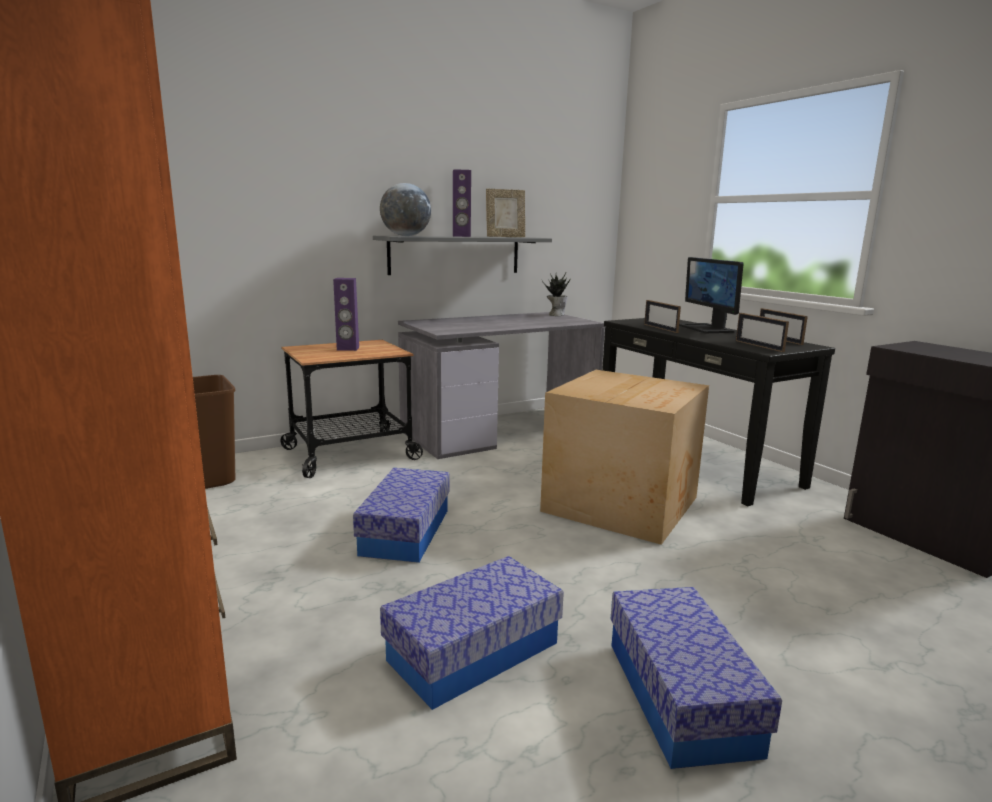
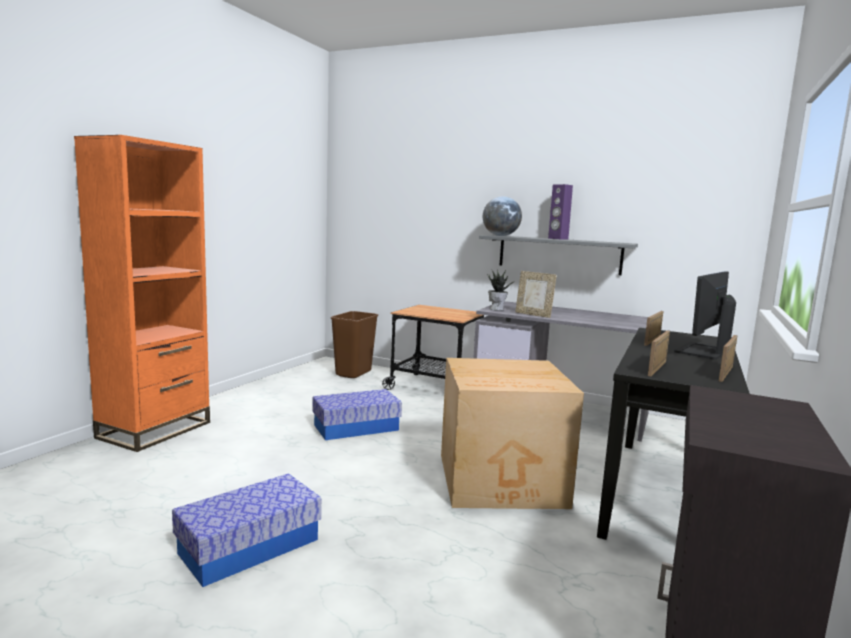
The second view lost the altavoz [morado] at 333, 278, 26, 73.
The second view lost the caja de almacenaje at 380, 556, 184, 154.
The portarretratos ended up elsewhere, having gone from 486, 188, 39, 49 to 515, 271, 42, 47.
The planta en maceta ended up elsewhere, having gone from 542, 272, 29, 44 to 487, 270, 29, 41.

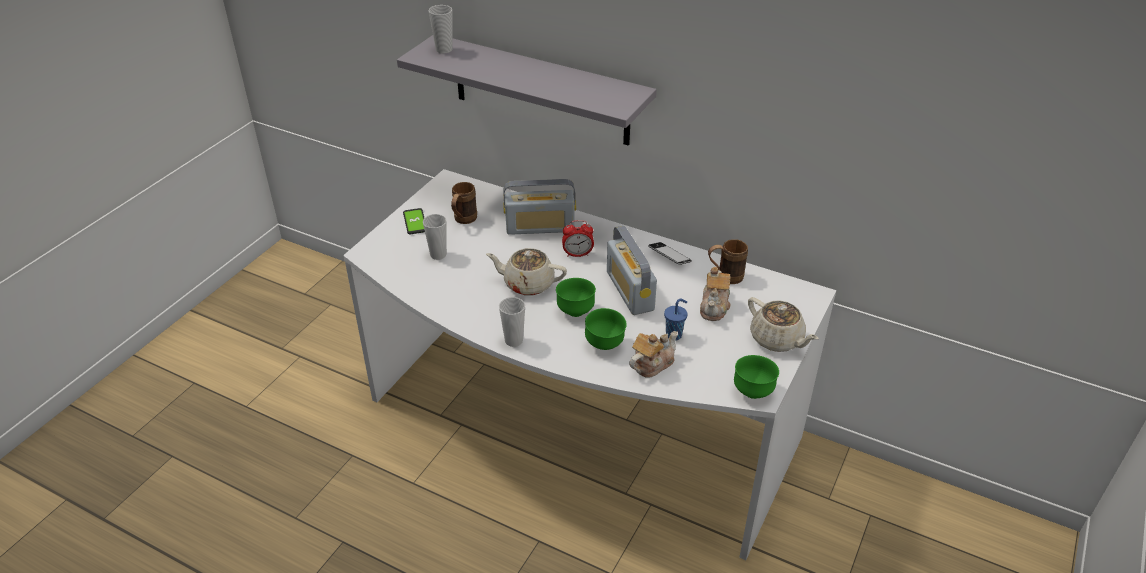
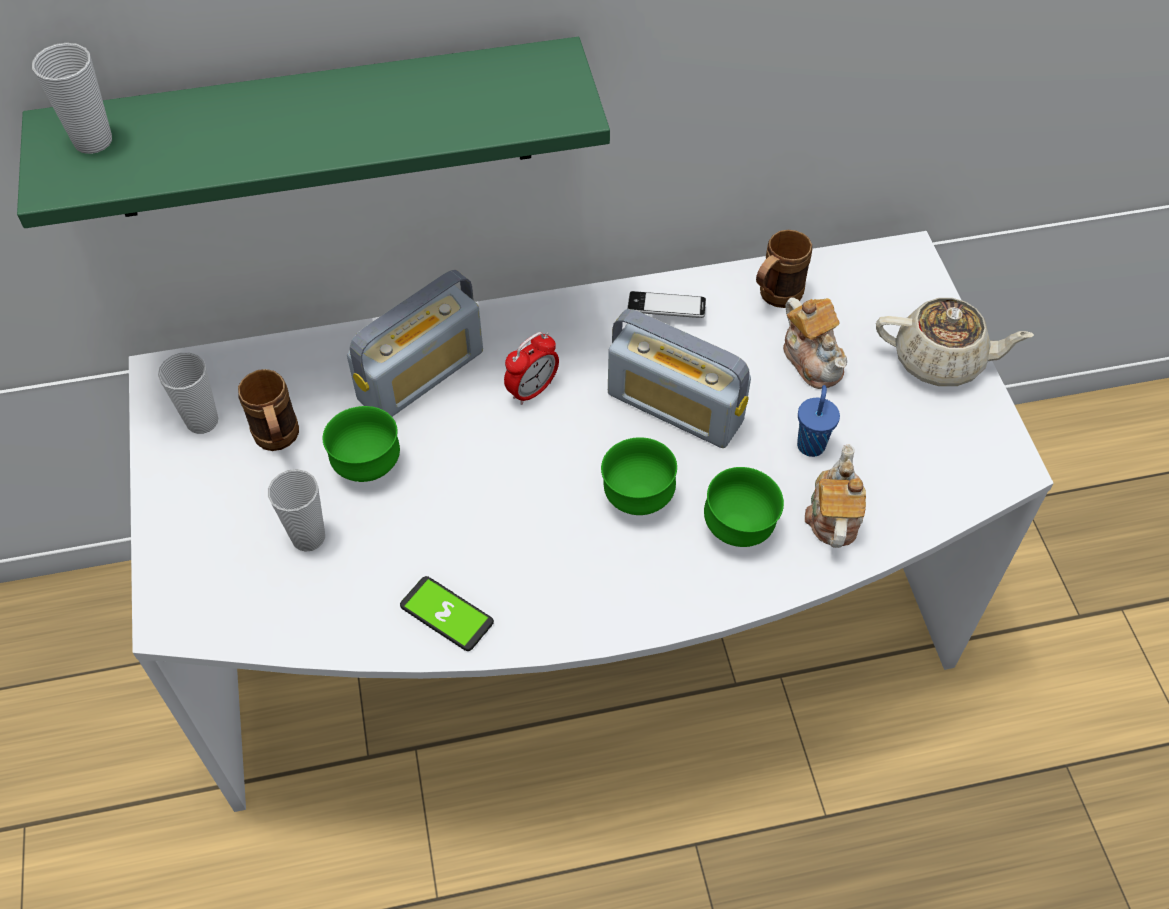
The second view lost the tetera [beis] at 486, 248, 81, 47.
The móvil ended up elsewhere, having gone from 403, 208, 22, 26 to 400, 576, 94, 75.
The taza ended up elsewhere, having gone from 499, 297, 26, 50 to 158, 353, 60, 81.
The cuenco [verde] ended up elsewhere, having gone from 734, 355, 45, 44 to 323, 406, 77, 76.
What was the estante [gris] at 397, 35, 259, 111 turned into the estante [verde] at 17, 37, 593, 191.

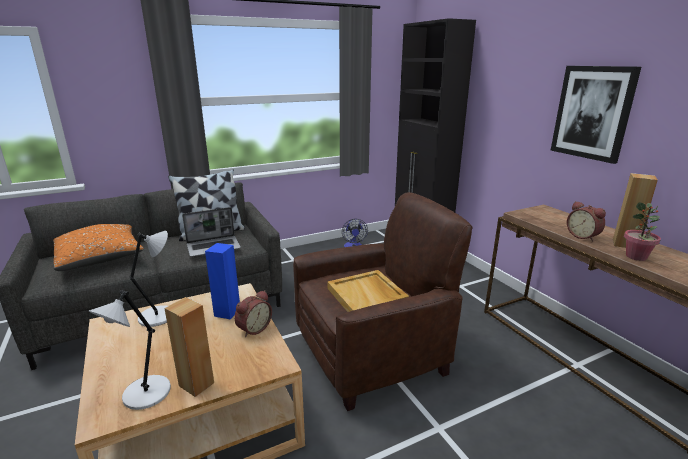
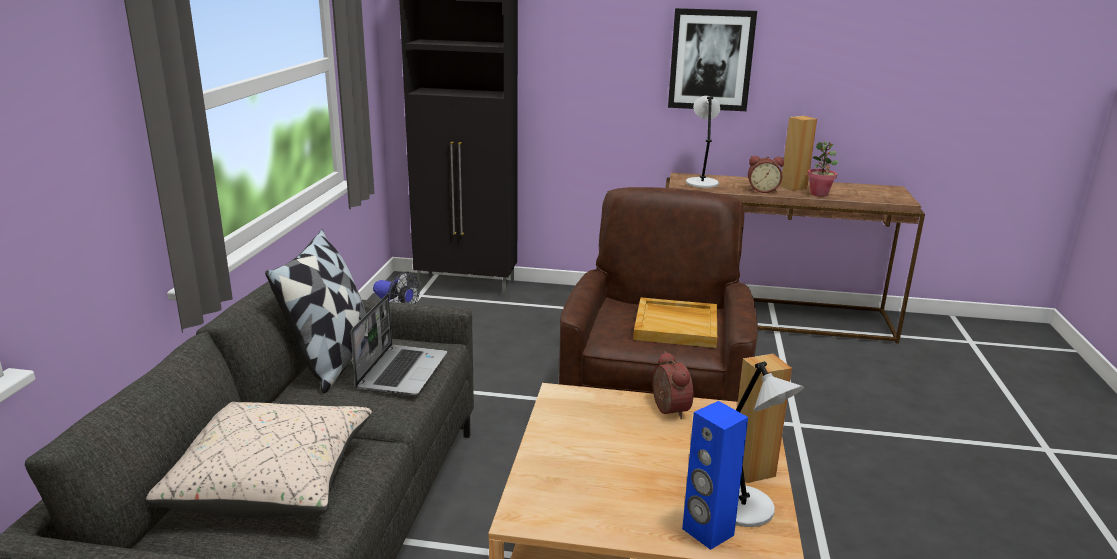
The lámpara de mesa [gris] ended up elsewhere, having gone from 130, 231, 38, 96 to 686, 96, 34, 92.
The altavoz [azul] ended up elsewhere, having gone from 205, 243, 35, 76 to 682, 401, 66, 149.
What was the cojín [naranja] at 53, 224, 91, 47 turned into the cojín [beis] at 146, 402, 226, 116.

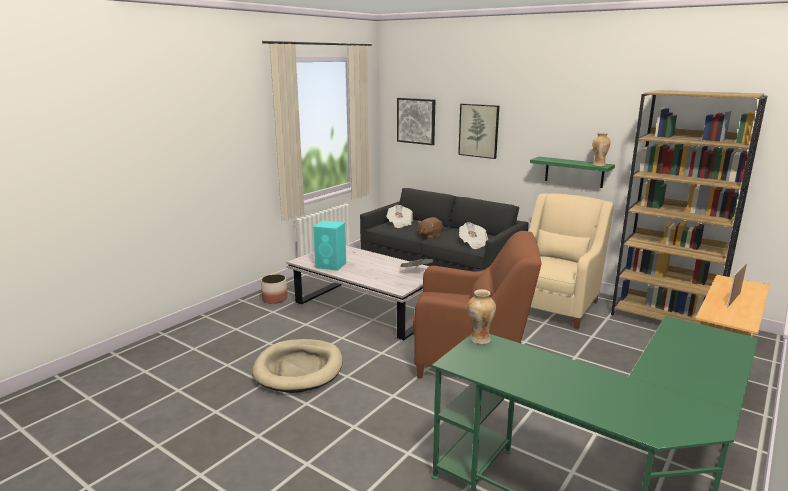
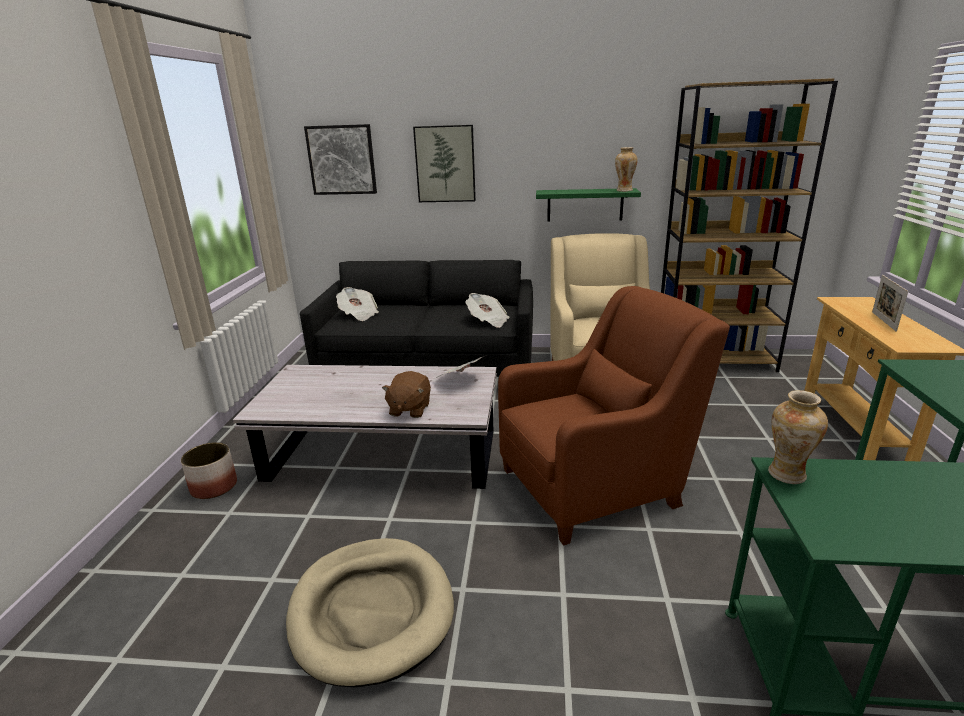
The second view lost the altavoz [turquesa] at 313, 220, 33, 51.
The peluche [marrón] ended up elsewhere, having gone from 417, 217, 26, 22 to 382, 371, 49, 47.

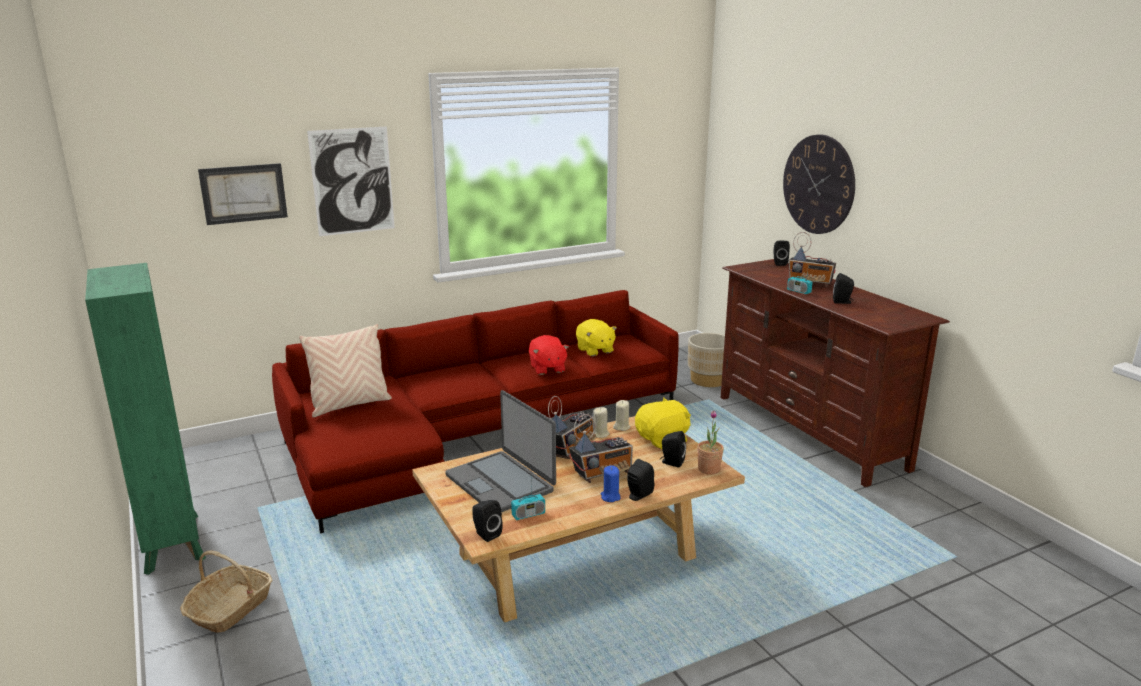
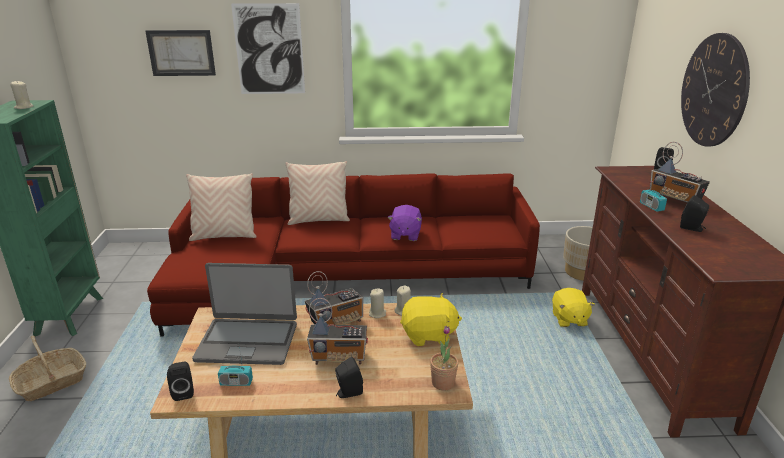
The second view lost the vela [azul] at 601, 465, 19, 37.
The second view lost the altavoz [negro] at 660, 431, 26, 37.
The second view gained the vela [beis] at 10, 80, 24, 29.
The second view gained the cojín [beis] at 285, 161, 65, 64.
The peluche [amarillo] ended up elsewhere, having gone from 576, 319, 41, 37 to 552, 288, 43, 39.
What was the peluche [rojo] at 529, 335, 40, 40 turned into the peluche [morado] at 387, 205, 35, 36.
The portátil at 445, 390, 111, 122 ended up facing another way, 75 degrees counterclockwise from before.

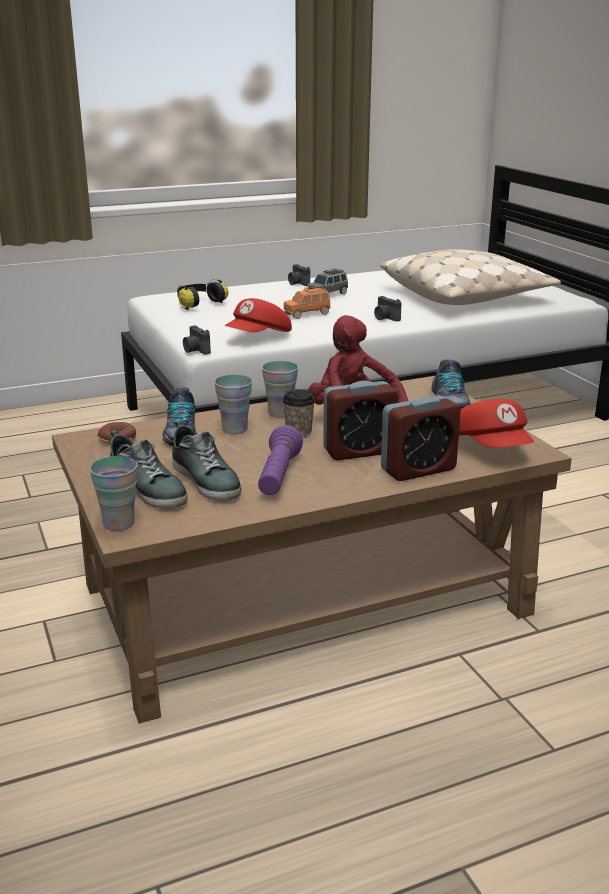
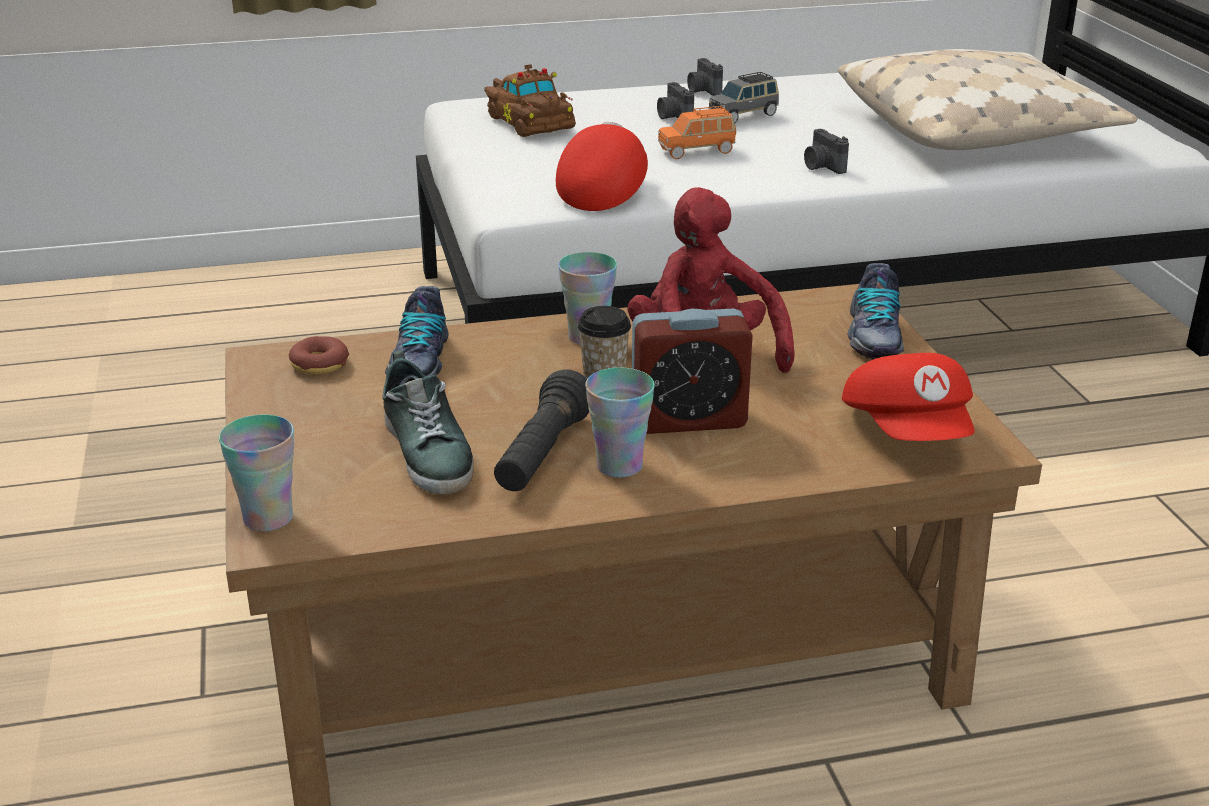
The second view lost the zapato at 110, 430, 78, 79.
The second view lost the despertador at 381, 395, 80, 86.
The cámara ended up elsewhere, having gone from 183, 326, 28, 29 to 657, 82, 37, 37.
The taza ended up elsewhere, having gone from 214, 375, 38, 59 to 585, 368, 70, 110.
Where the auriculares stood at 177, 279, 52, 31, the coche de juguete [marrón] came to stand at 484, 64, 92, 73.
What was the linterna [morado] at 258, 425, 45, 70 turned into the linterna [negro] at 494, 370, 95, 121.
The gorra [rojo] at 225, 298, 67, 34 ended up facing another way, 150 degrees clockwise from before.

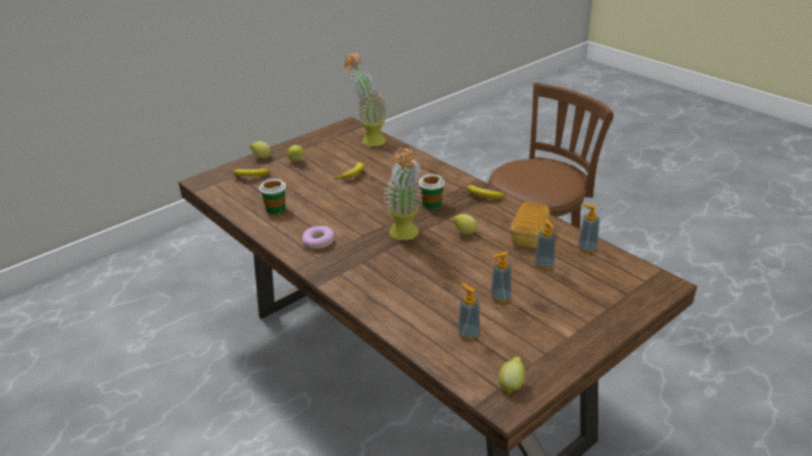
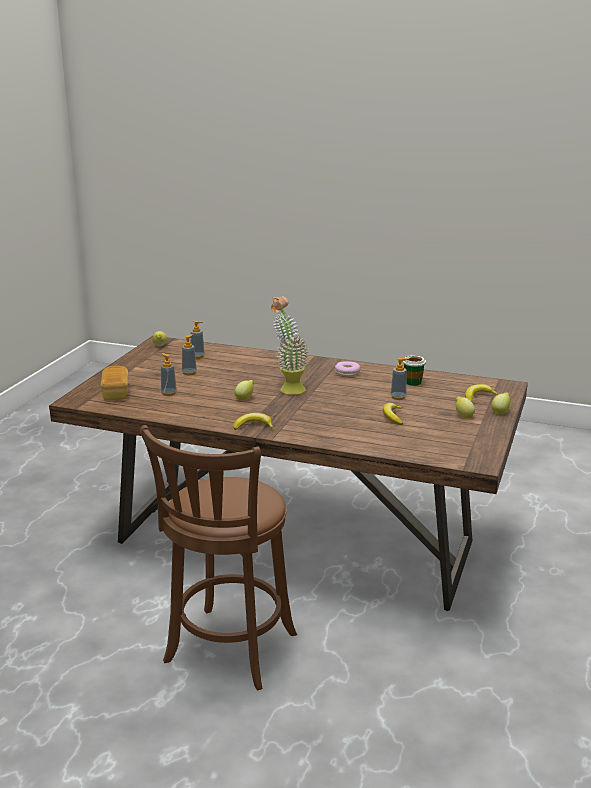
The second view lost the planta en maceta at 344, 53, 43, 93.
The second view lost the taza at 418, 174, 27, 36.
The pan ended up elsewhere, having gone from 510, 202, 40, 46 to 101, 366, 27, 34.
The dispensador de jabón ended up elsewhere, having gone from 578, 204, 22, 49 to 391, 358, 18, 42.

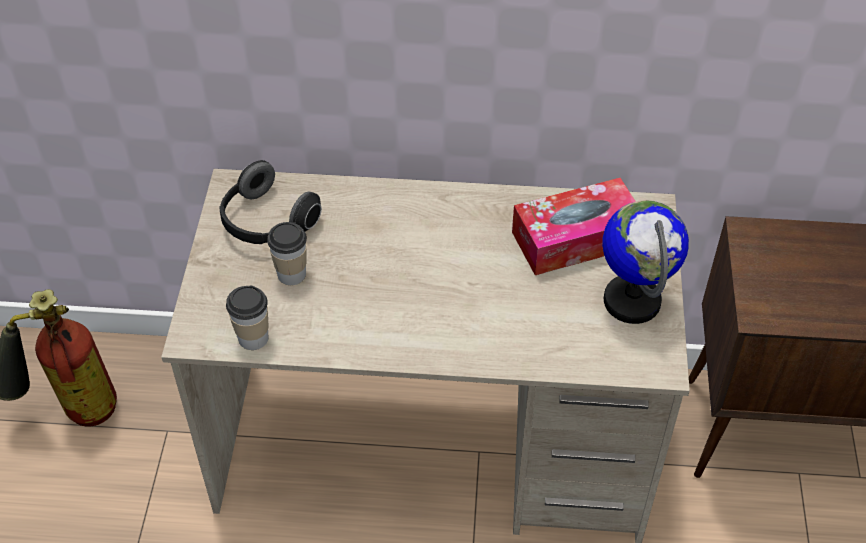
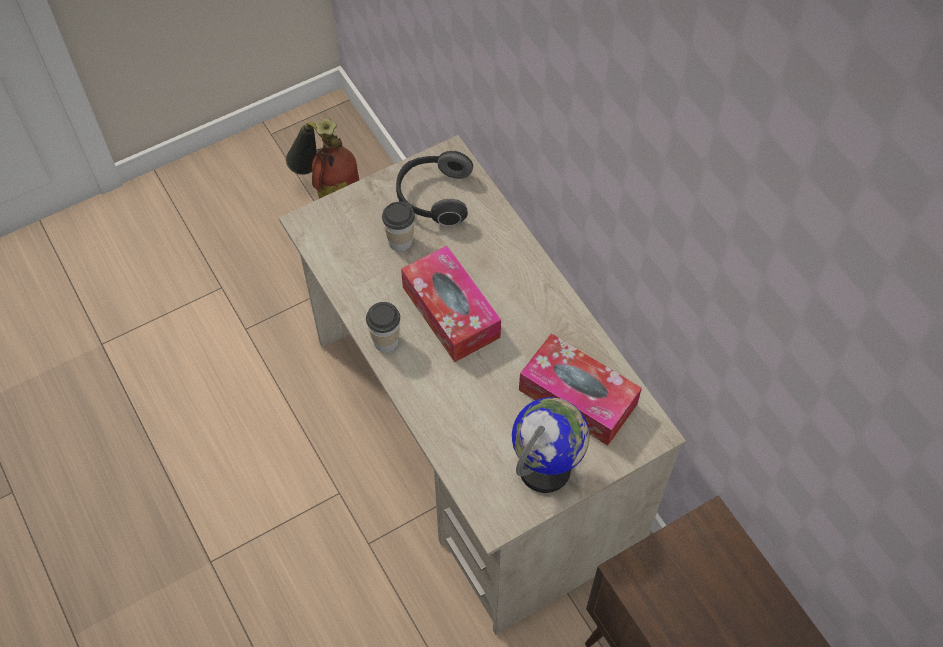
The second view gained the caja de pañuelos at 401, 246, 100, 116.
The taza ended up elsewhere, having gone from 226, 286, 43, 64 to 366, 302, 34, 51.

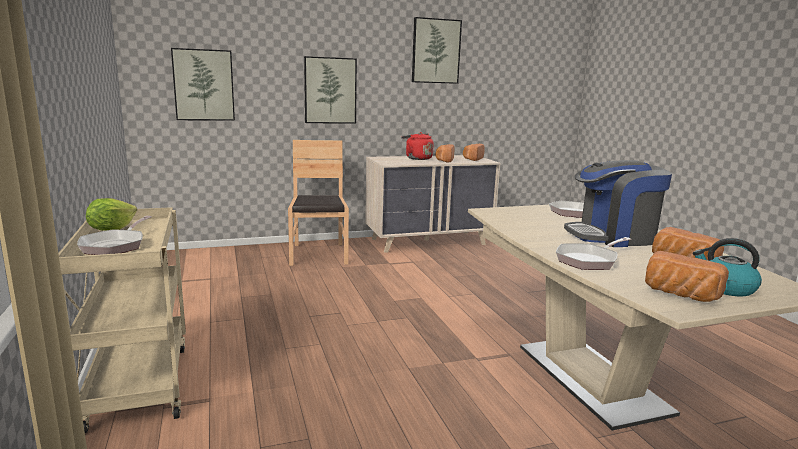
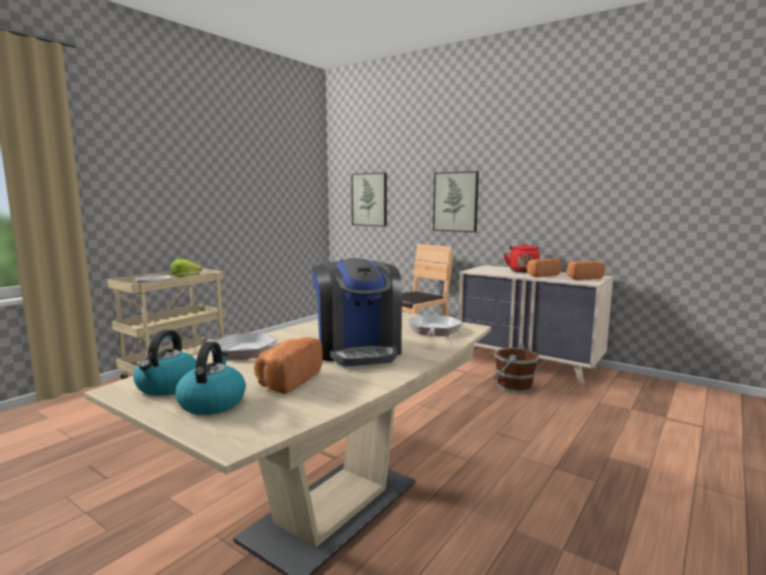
The second view lost the cuadro at 412, 17, 50, 67.
The second view gained the cubo [marrón] at 494, 343, 46, 51.
Where the pan stood at 645, 251, 84, 51, the hervidor came to stand at 133, 330, 63, 66.
The cafetera at 564, 160, 108, 87 ended up facing another way, 150 degrees counterclockwise from before.

